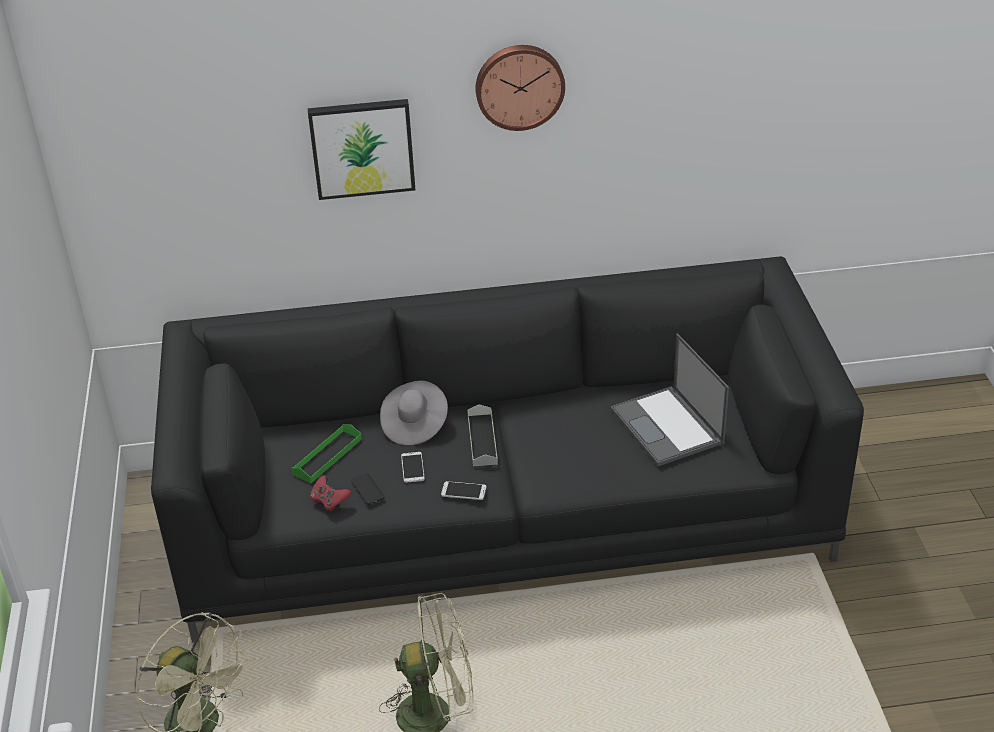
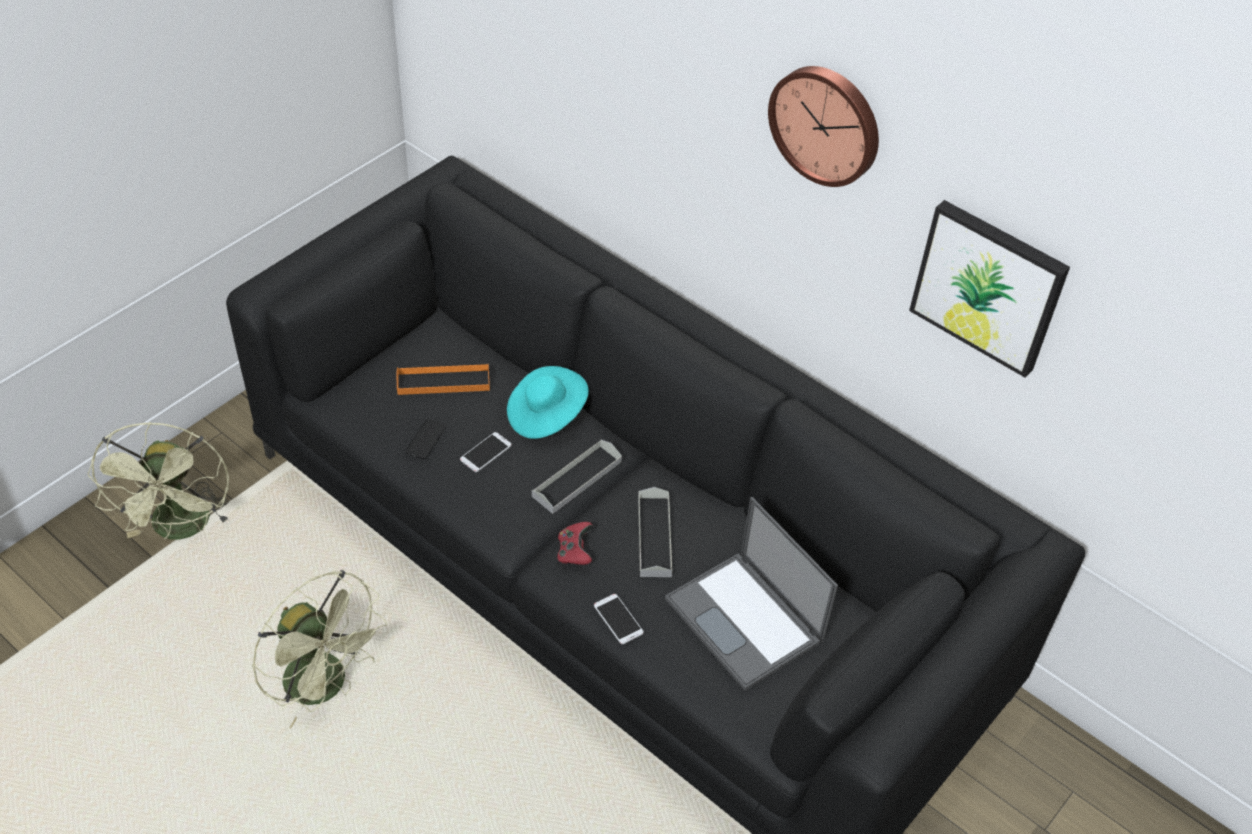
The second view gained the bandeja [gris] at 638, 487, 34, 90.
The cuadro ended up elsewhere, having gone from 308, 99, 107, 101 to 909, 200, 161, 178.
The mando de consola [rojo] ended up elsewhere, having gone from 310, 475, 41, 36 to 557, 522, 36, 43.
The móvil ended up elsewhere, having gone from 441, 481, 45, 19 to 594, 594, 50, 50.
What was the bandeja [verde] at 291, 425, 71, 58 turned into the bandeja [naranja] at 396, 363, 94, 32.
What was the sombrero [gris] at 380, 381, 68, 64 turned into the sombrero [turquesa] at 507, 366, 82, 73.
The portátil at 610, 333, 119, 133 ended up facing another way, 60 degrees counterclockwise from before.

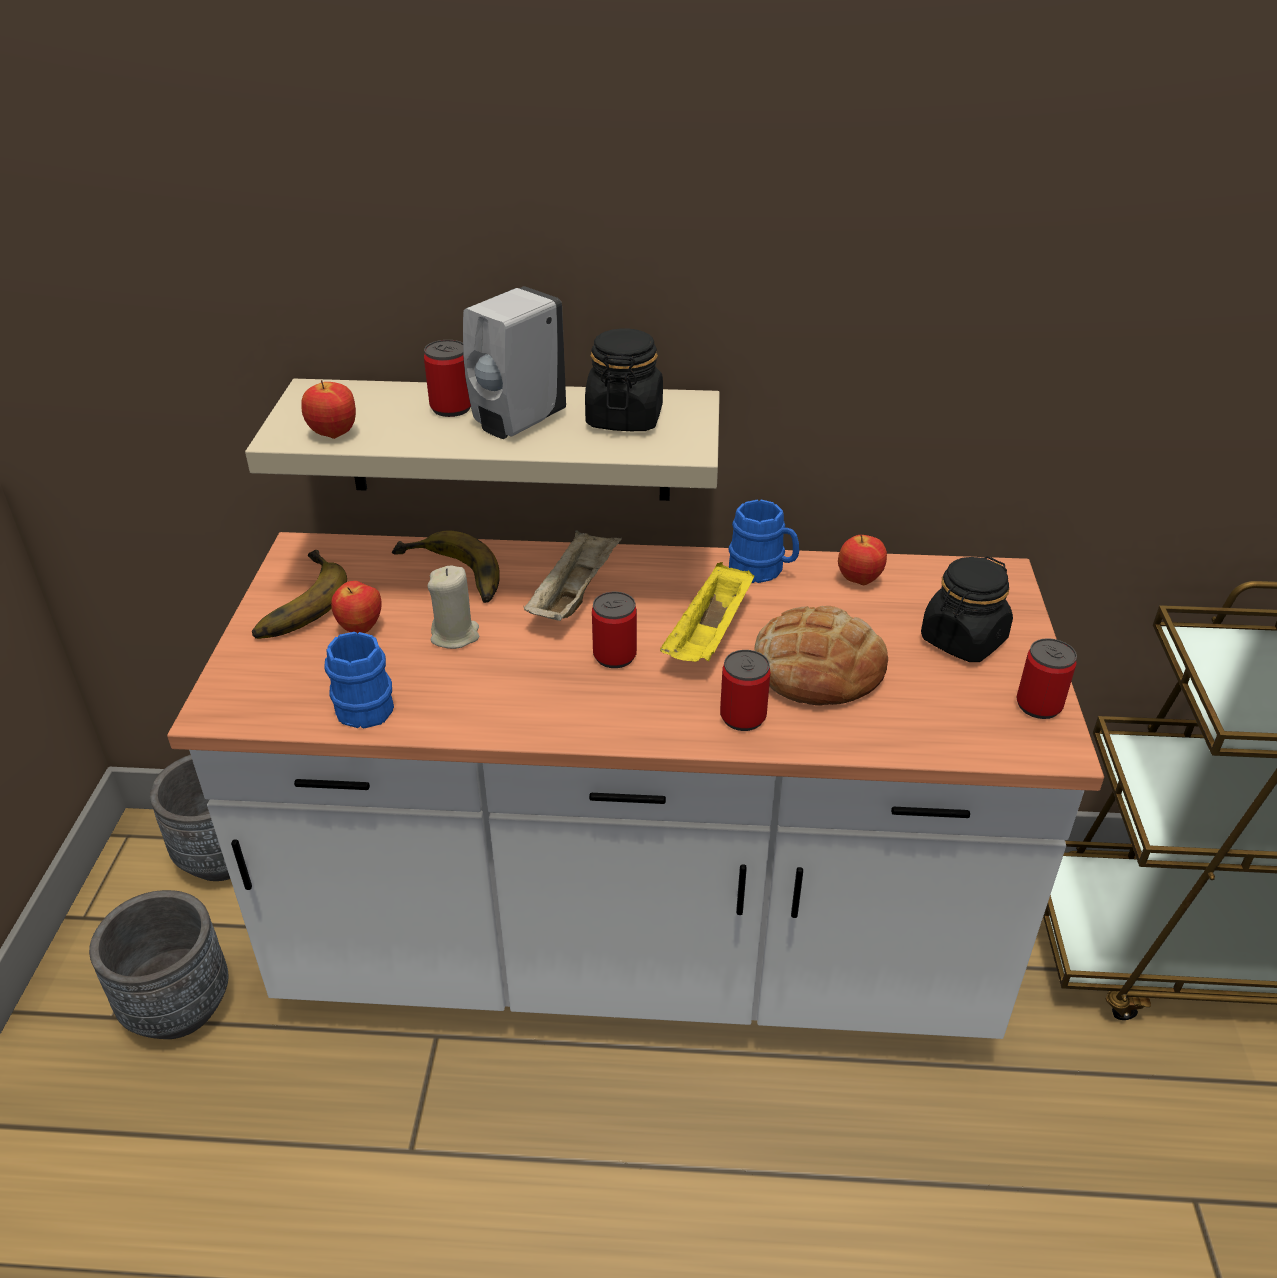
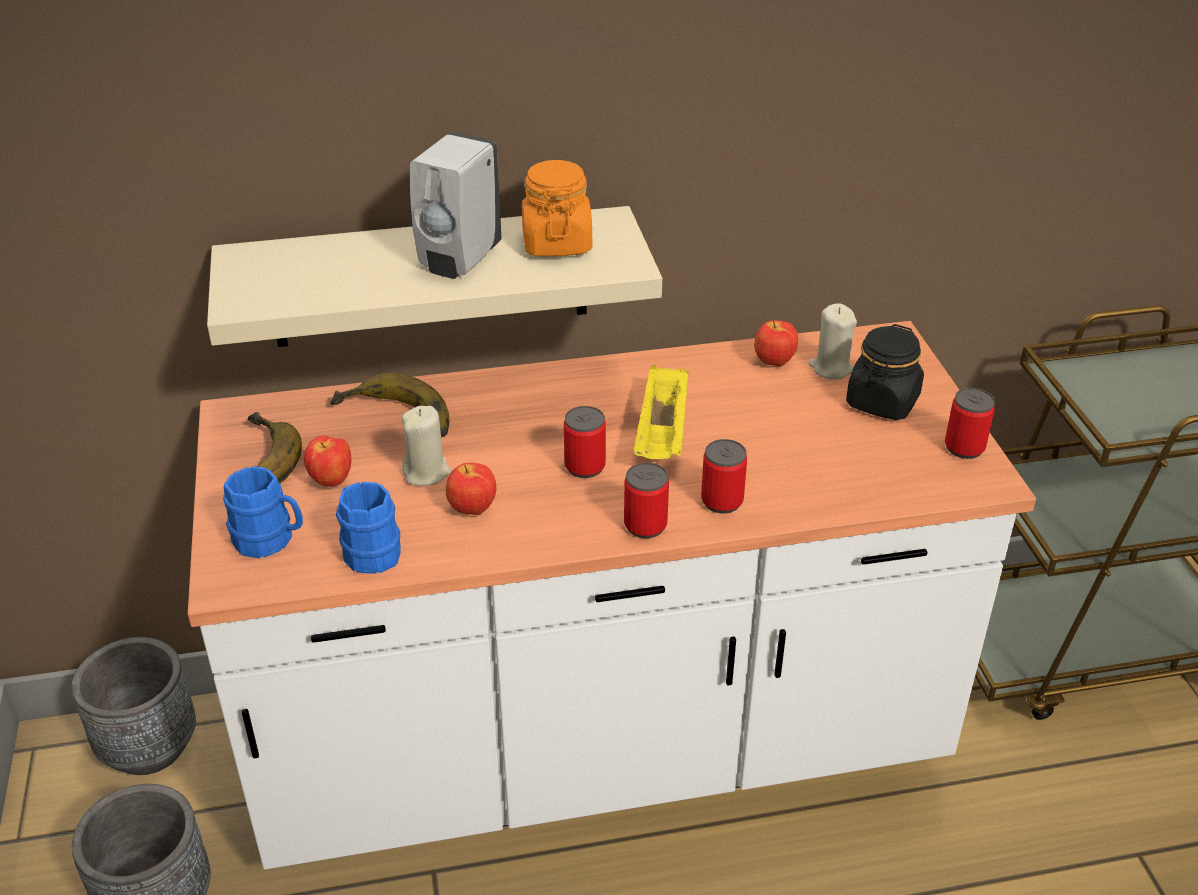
The second view lost the bandeja [beis] at 523, 530, 99, 91.
The second view lost the pan at 754, 606, 134, 100.
The second view gained the vela [beis] at 808, 303, 49, 77.
The manzana ended up elsewhere, having gone from 301, 380, 55, 59 to 446, 463, 50, 52.
The lata ended up elsewhere, having gone from 424, 340, 47, 77 to 624, 462, 45, 76.
The taza grande [azul] ended up elsewhere, having gone from 729, 500, 70, 83 to 223, 466, 80, 92.
What was the tarro [negro] at 585, 328, 78, 103 turned into the tarro [naranja] at 522, 160, 70, 97.

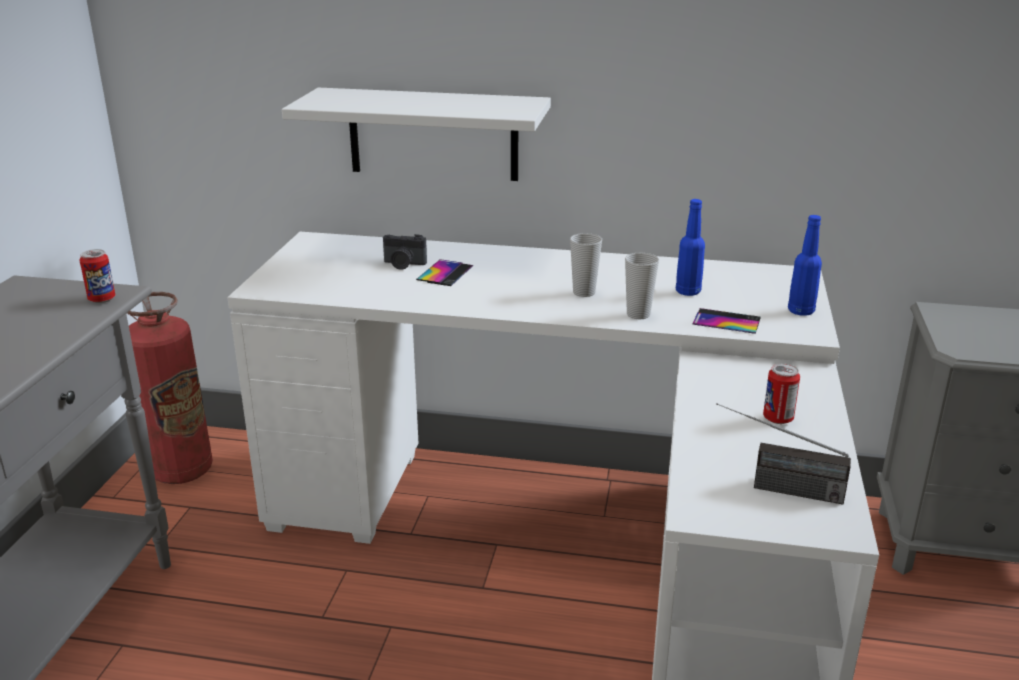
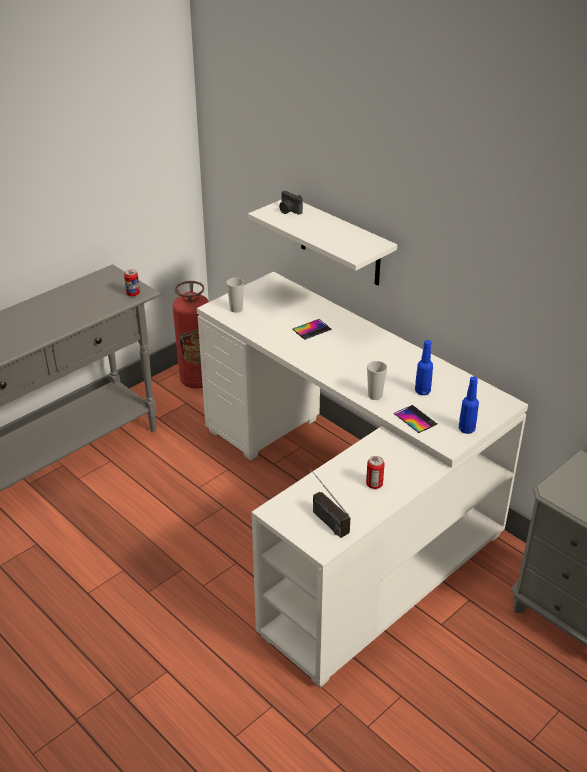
The cámara ended up elsewhere, having gone from 383, 234, 44, 36 to 279, 191, 24, 24.
The taza ended up elsewhere, having gone from 570, 233, 32, 64 to 227, 278, 17, 35.

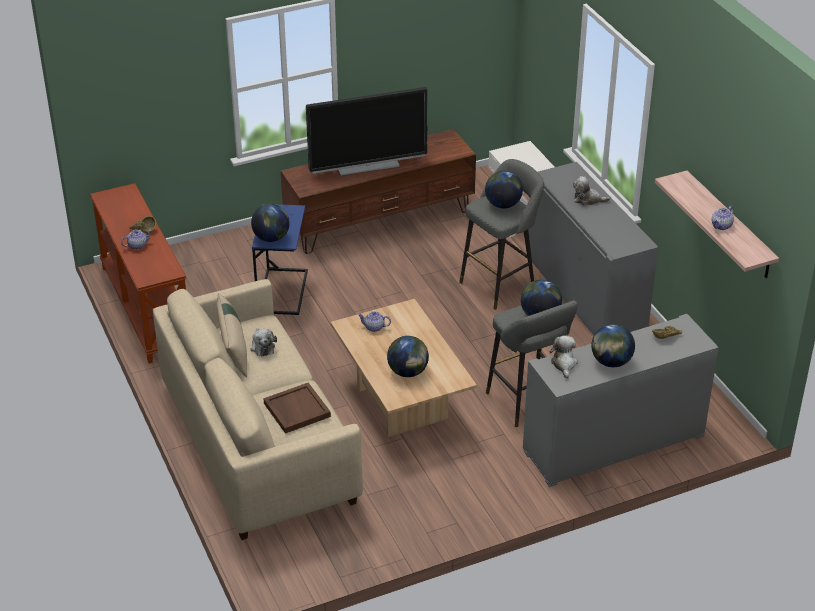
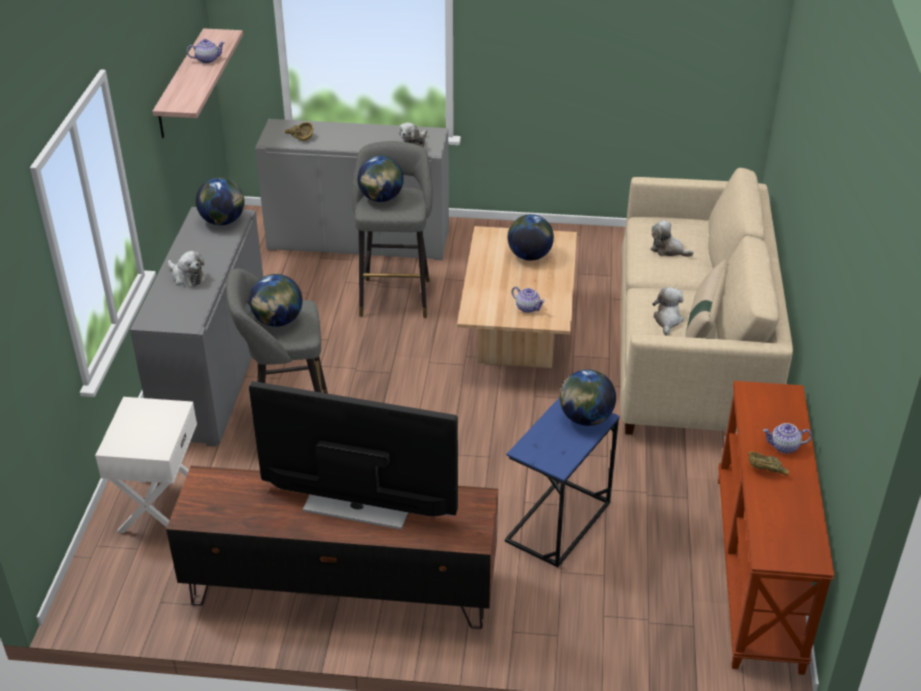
The globo terráqueo ended up elsewhere, having gone from 591, 324, 44, 43 to 196, 177, 49, 48.
Where the bandeja [marrón] stood at 263, 383, 68, 51, the peluche came to stand at 650, 220, 44, 37.

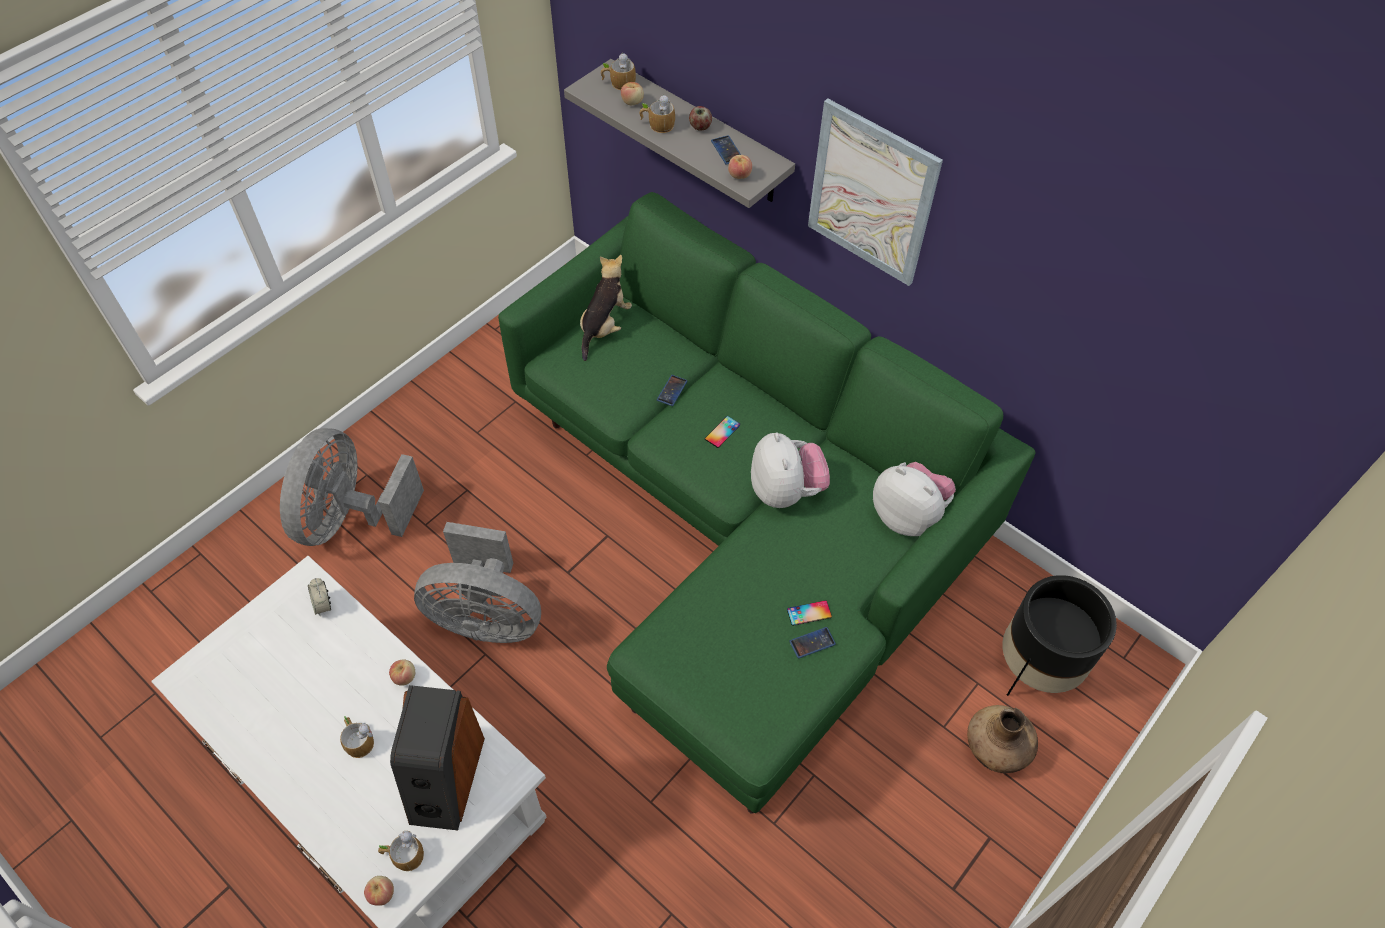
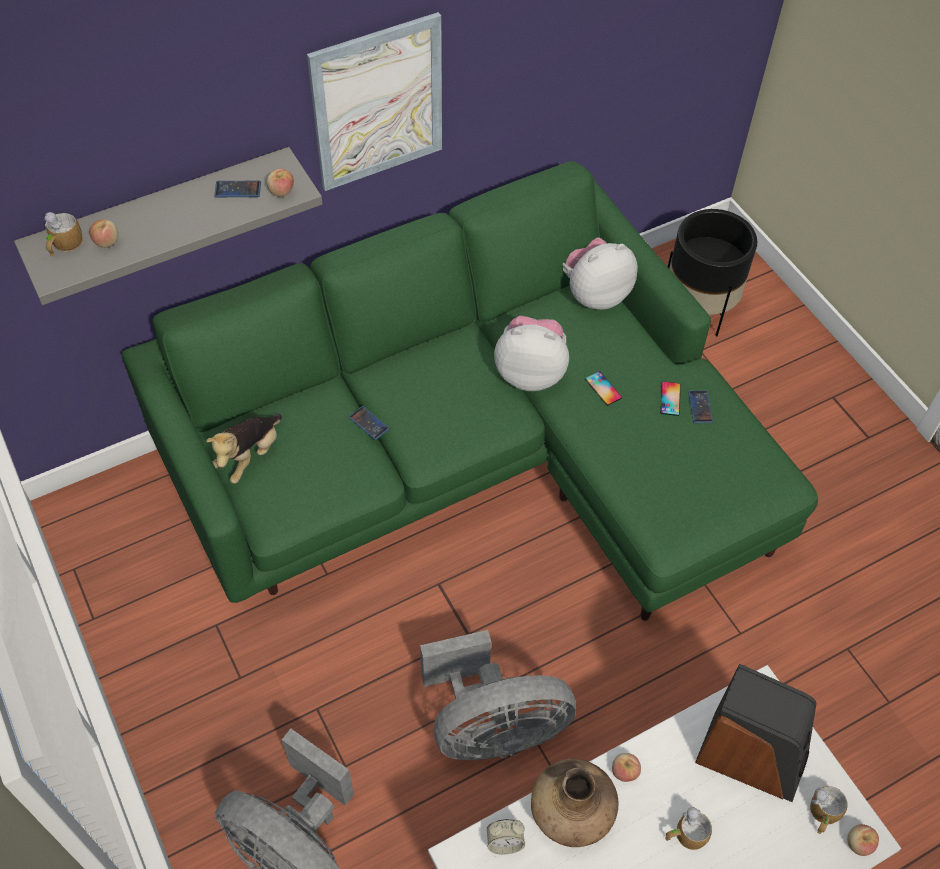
The second view lost the taza grande at 639, 95, 36, 38.
The second view lost the manzana at 689, 106, 23, 25.
The móvil ended up elsewhere, having gone from 705, 416, 35, 32 to 585, 371, 37, 35.
The florero [marrón] ended up elsewhere, having gone from 967, 705, 71, 68 to 531, 758, 88, 89.
The ventilador [gris] at 414, 522, 127, 121 ended up facing another way, 45 degrees clockwise from before.
The peluche at 580, 255, 52, 106 ended up facing another way, 105 degrees counterclockwise from before.

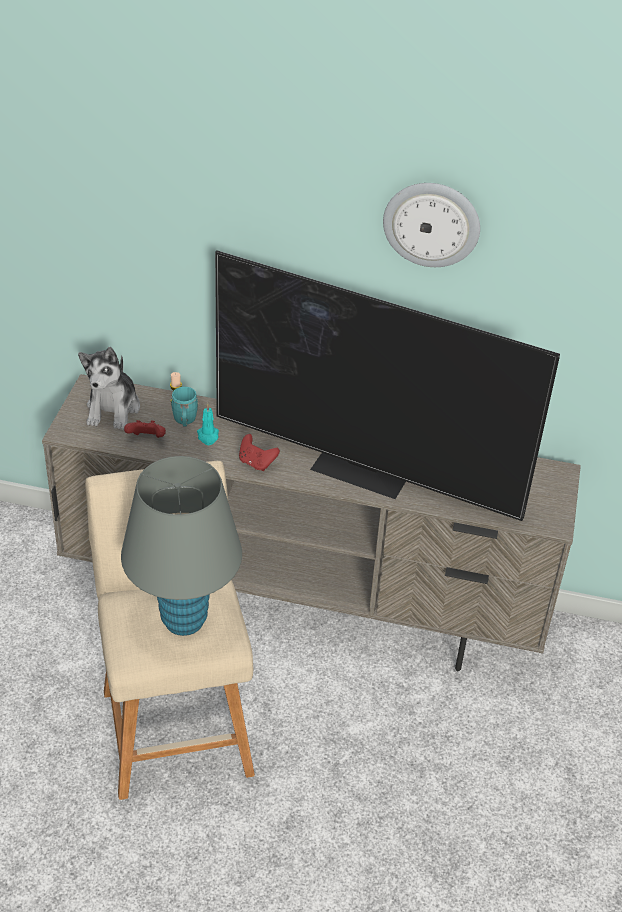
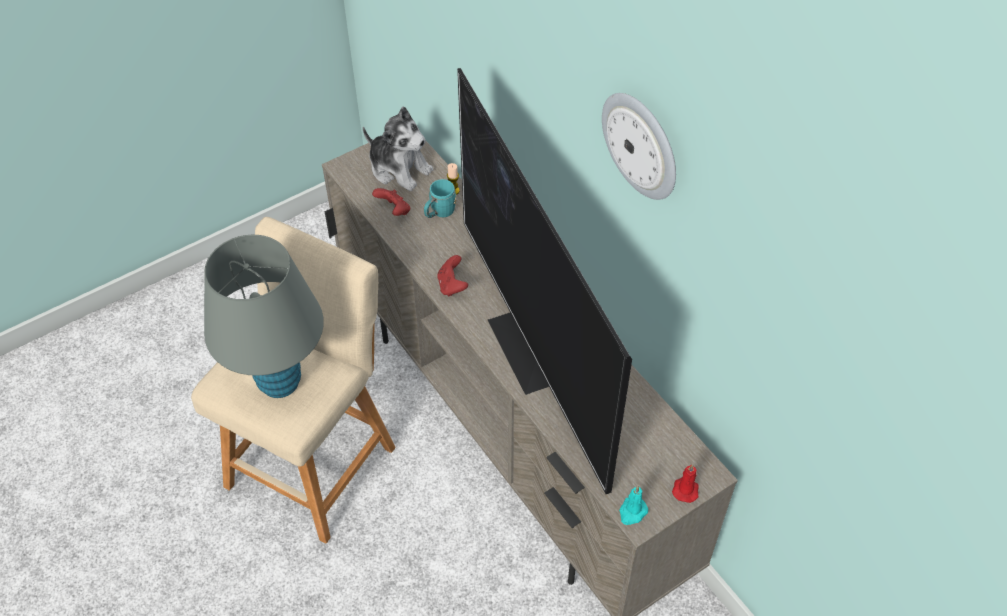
The second view gained the vela [rojo] at 672, 464, 27, 39.
The vela [turquesa] ended up elsewhere, having gone from 197, 403, 22, 42 to 619, 486, 29, 39.
The peluche at 78, 347, 62, 83 ended up facing another way, 105 degrees counterclockwise from before.

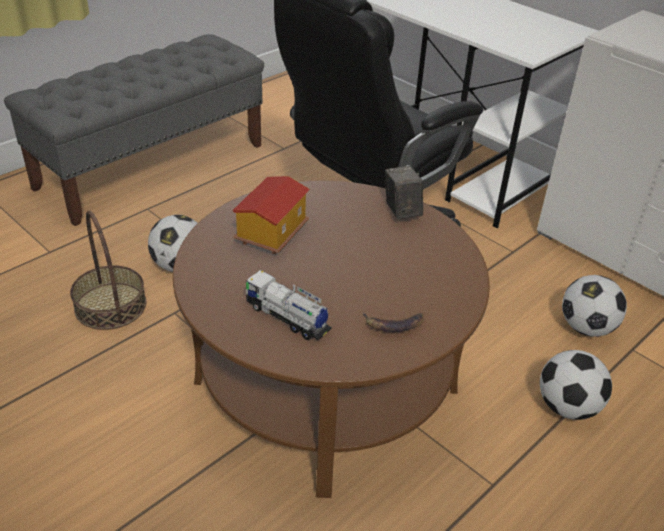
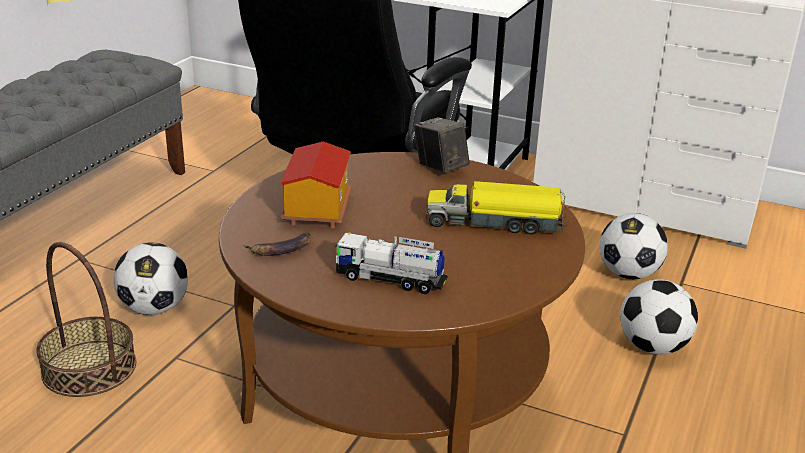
The second view gained the camión de juguete at 427, 181, 140, 53.
The plátano ended up elsewhere, having gone from 363, 312, 61, 20 to 244, 232, 68, 24.

